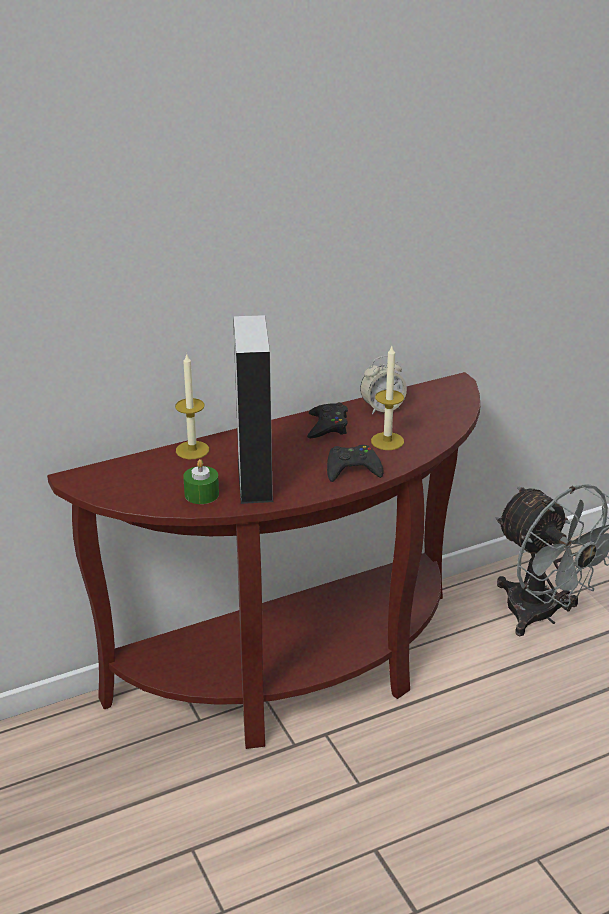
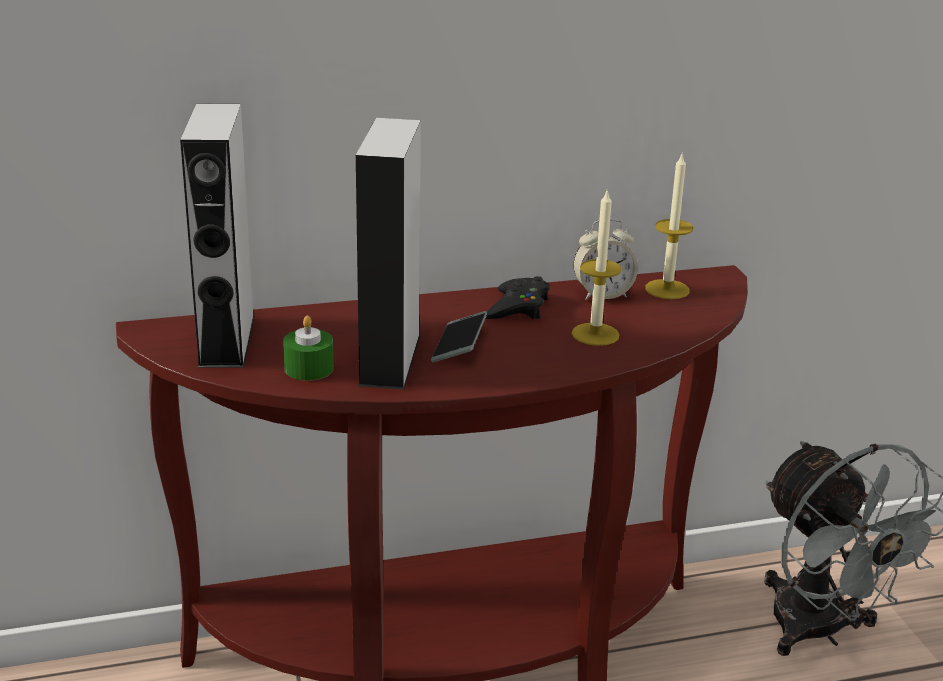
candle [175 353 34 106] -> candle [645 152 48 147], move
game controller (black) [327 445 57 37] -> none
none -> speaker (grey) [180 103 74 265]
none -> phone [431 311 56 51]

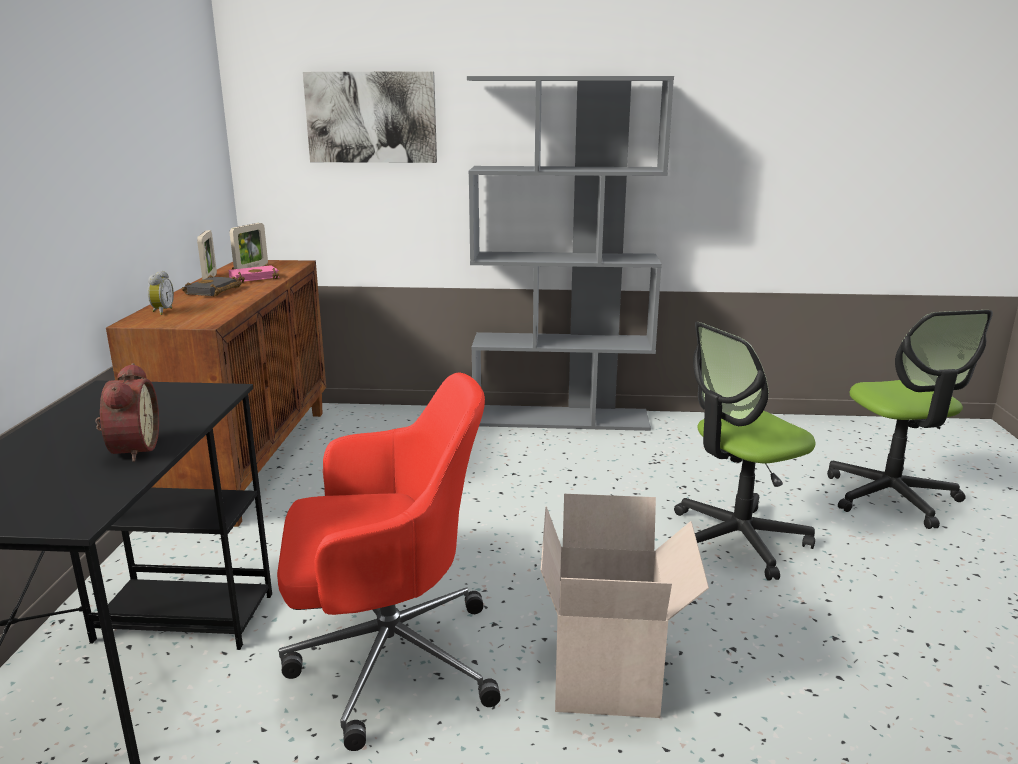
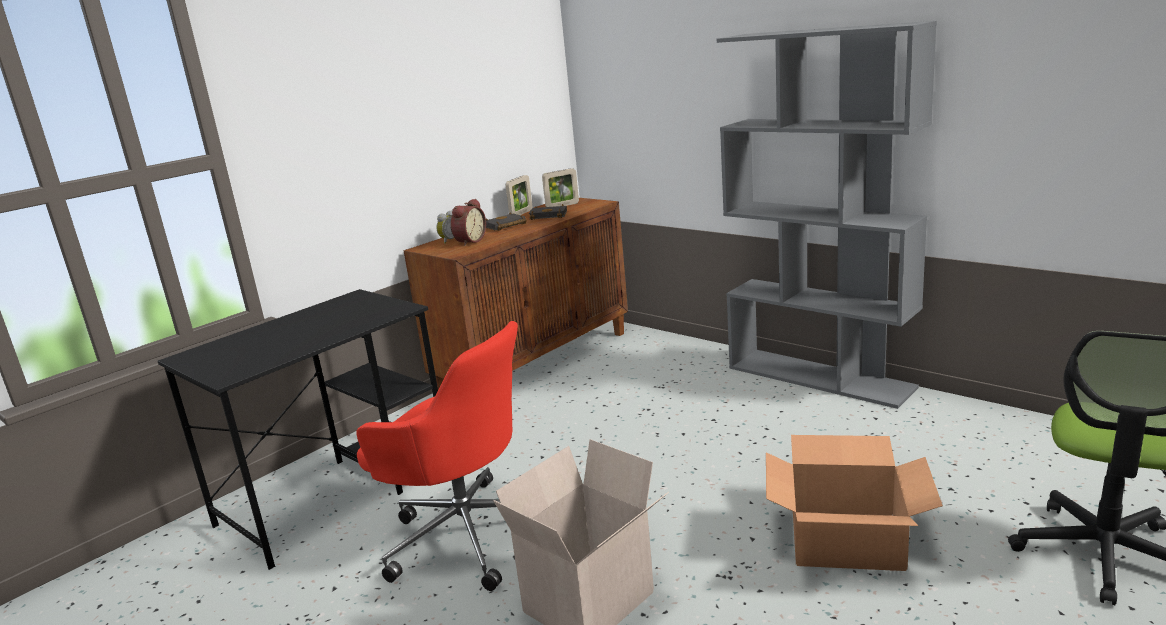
alarm clock [95 363 64 99] -> alarm clock [451 199 35 47], move
book (pink) [229 263 50 20] -> book (black) [529 204 38 16]
picture [303 72 134 91] -> none
office chair [674 322 141 258] -> cardboard box [766 435 177 136]

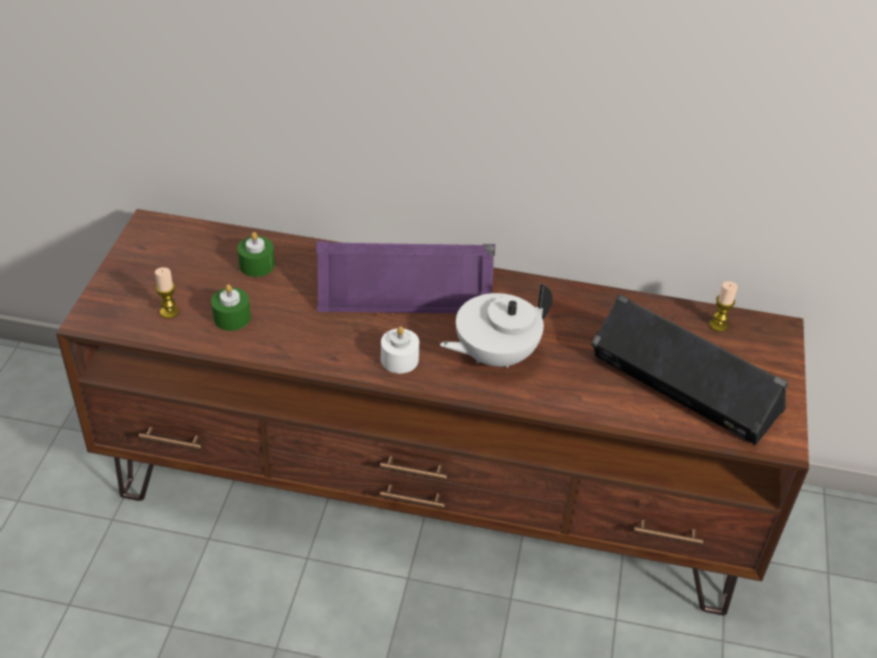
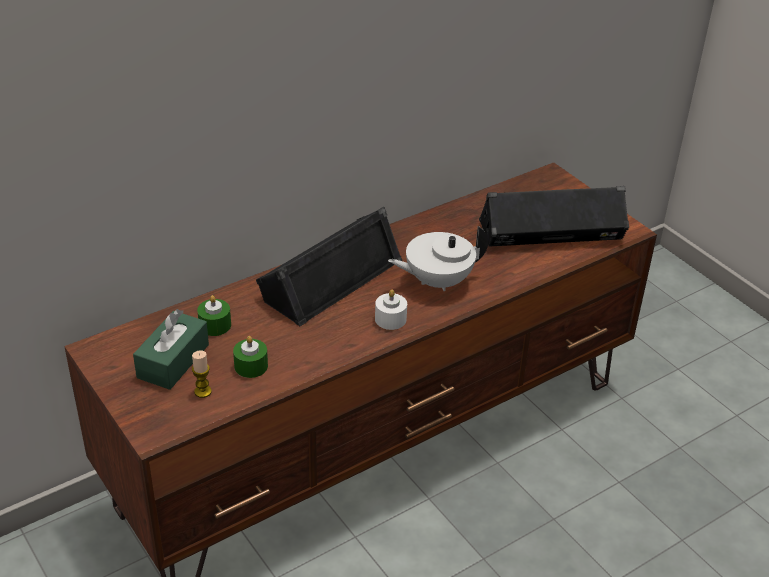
speaker (purple) [316 241 179 72] -> speaker (black) [256 207 146 119]
teapot (white) [440 283 113 85] -> teapot (white) [388 226 100 65], 60 degrees clockwise
candle [710 281 28 51] -> none
none -> tissue box (green) [133 309 76 81]

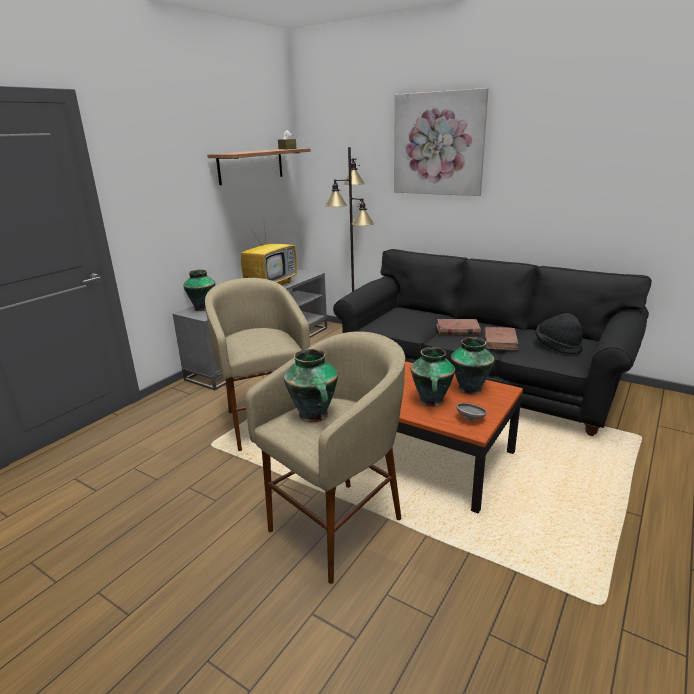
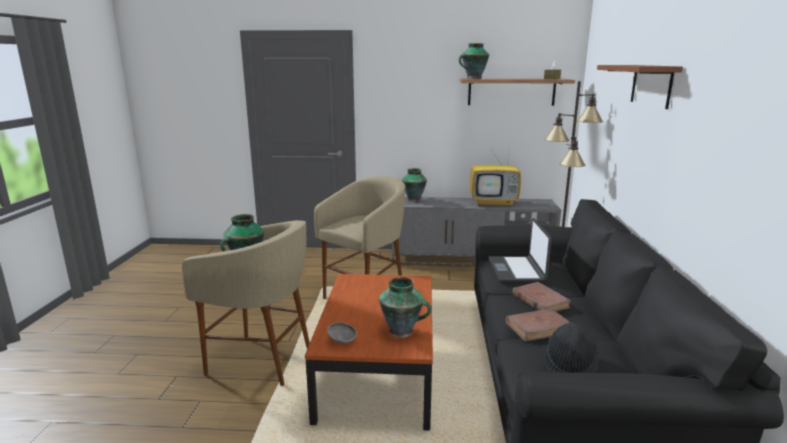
picture [394 88 94 108] -> shelf (brown) [597 65 86 44]
vase [411 347 44 60] -> vase [459 43 30 36], move
none -> laptop [488 218 64 64]

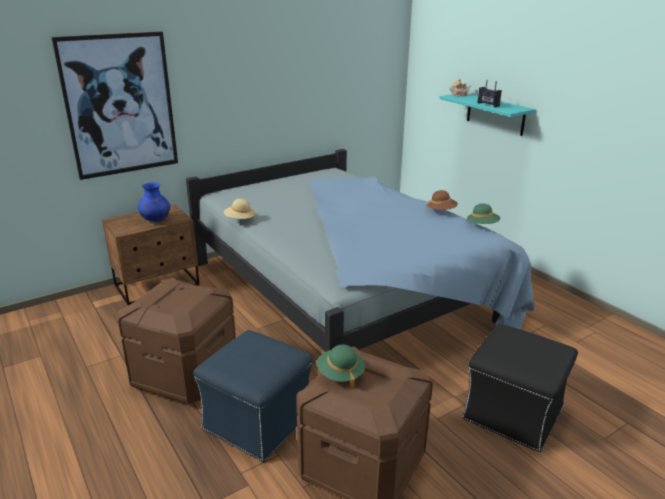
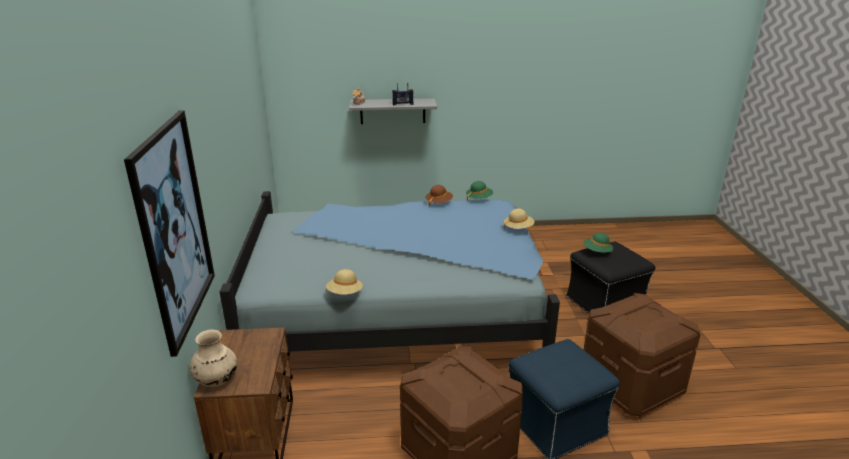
vase (blue) [138 182 32 40] -> none
hat (green) [317 344 48 44] -> hat (green) [583 233 30 20], move
shelf (turquoise) [439 94 97 42] -> shelf (grey) [349 98 88 26]
none -> vase (beige) [190 329 47 58]
none -> hat (beige) [504 209 31 21]

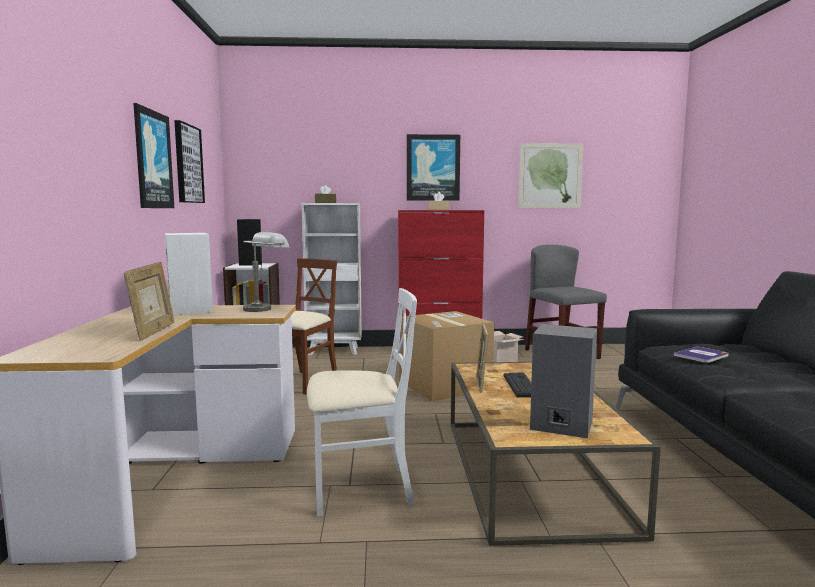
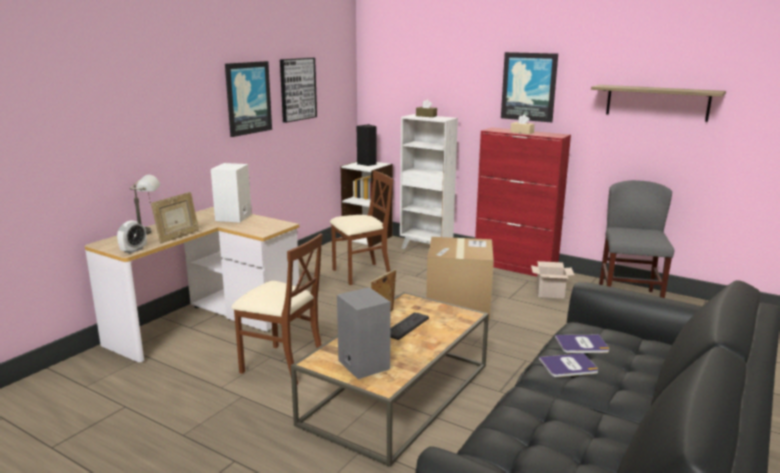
table lamp (grey) [243 232 46 80] -> table lamp (grey) [130 175 30 60], move
chair (white) [307 288 110 228] -> chair (brown) [231 233 92 152]
picture [518 143 66 65] -> shelf [591 85 135 37]
none -> alarm clock [117 220 30 34]
none -> book [539 353 59 24]

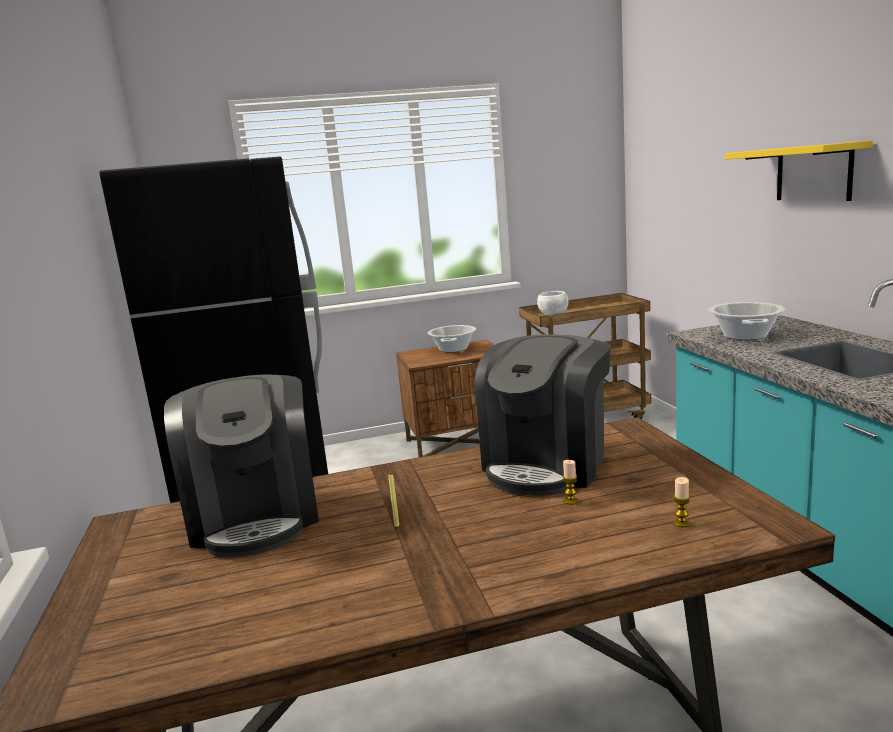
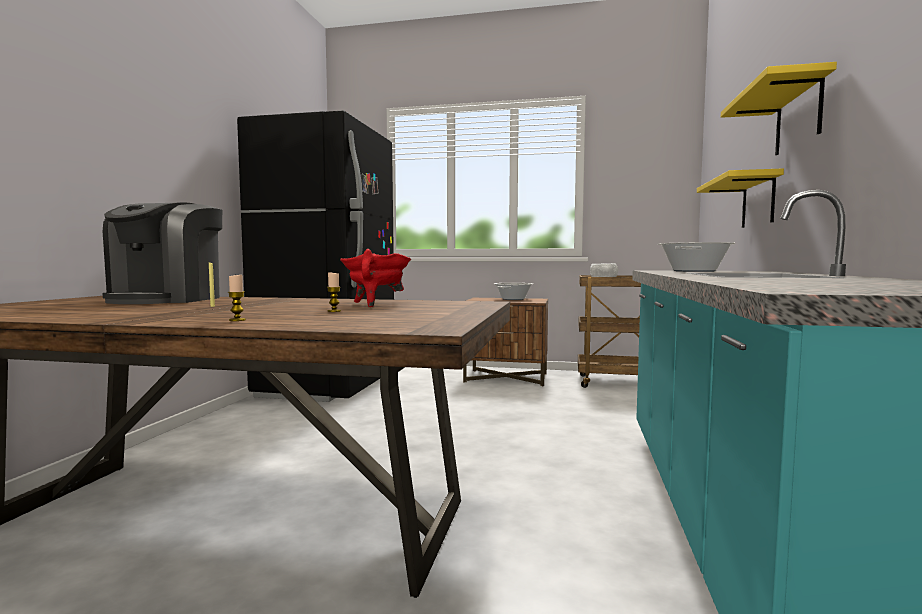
coffee machine [475 334 136 161] -> cooking pot (red) [340 249 71 58]
candle [673 477 18 50] -> candle [228 274 18 47], move
none -> shelf (yellow) [697 169 87 59]

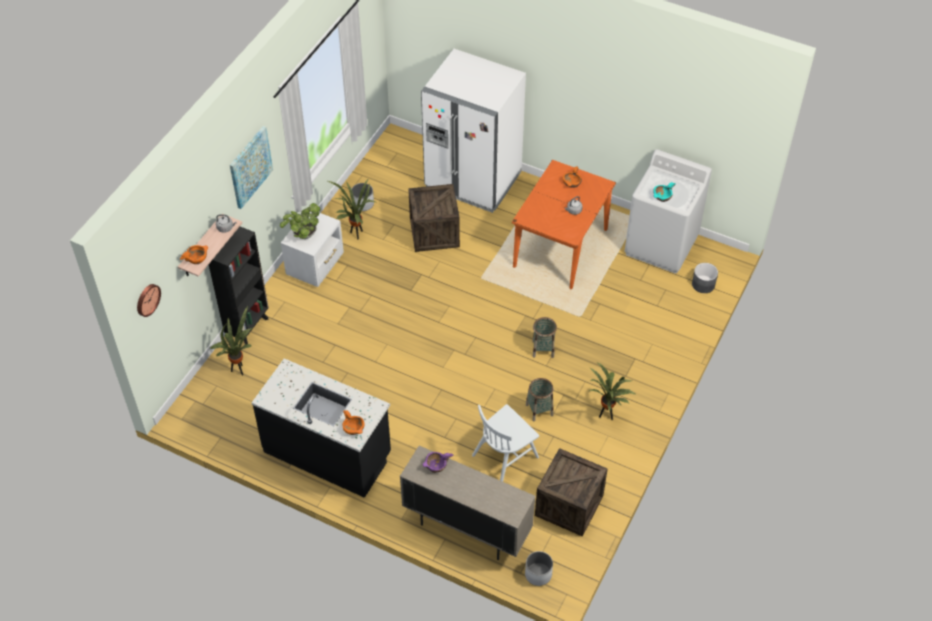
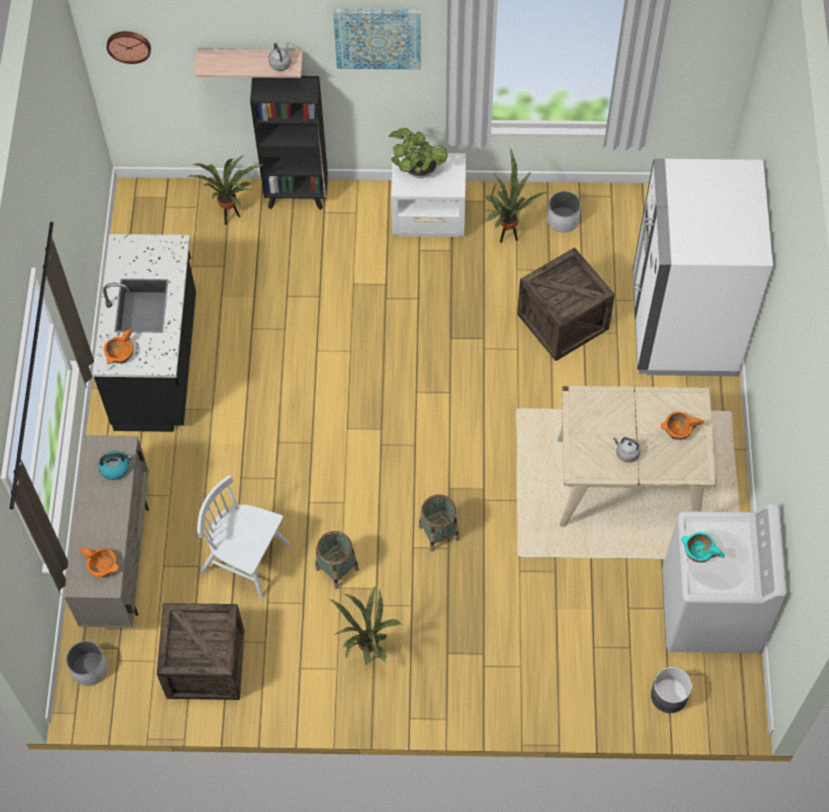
bowl (orange) [180 245 28 19] -> bowl (orange) [79 548 40 29], move
bowl (purple) [422 452 32 21] -> kettle [98 451 34 29]
dining table (orange) [512 160 104 129] -> dining table (beige) [558 386 158 141]

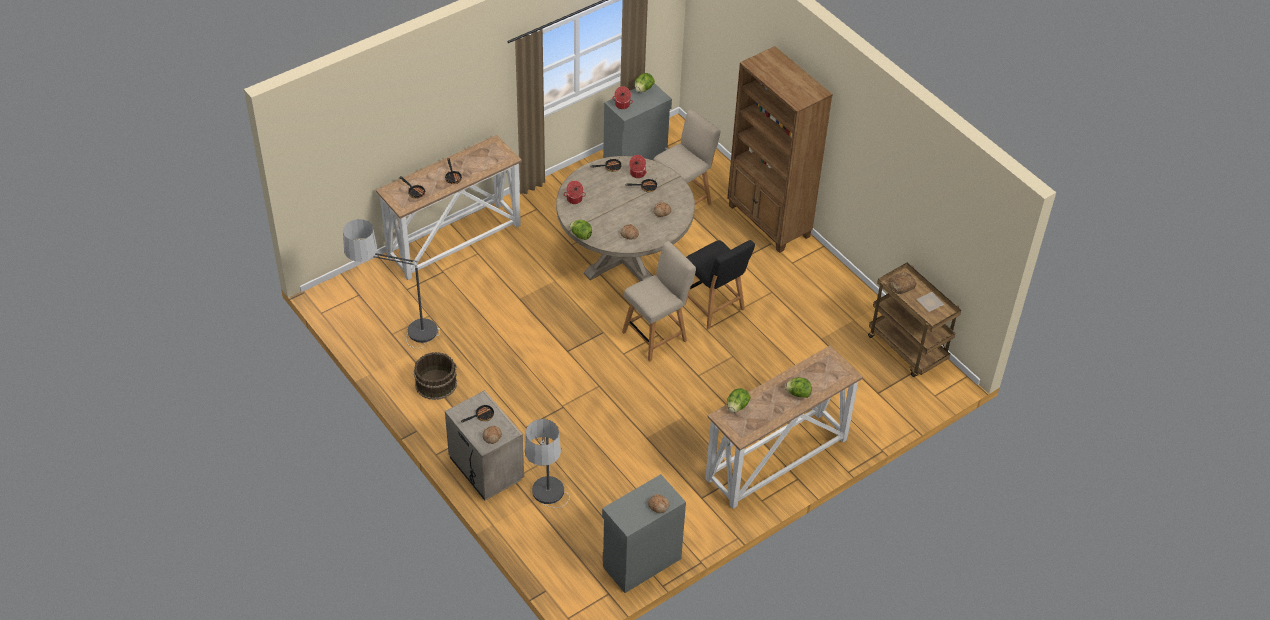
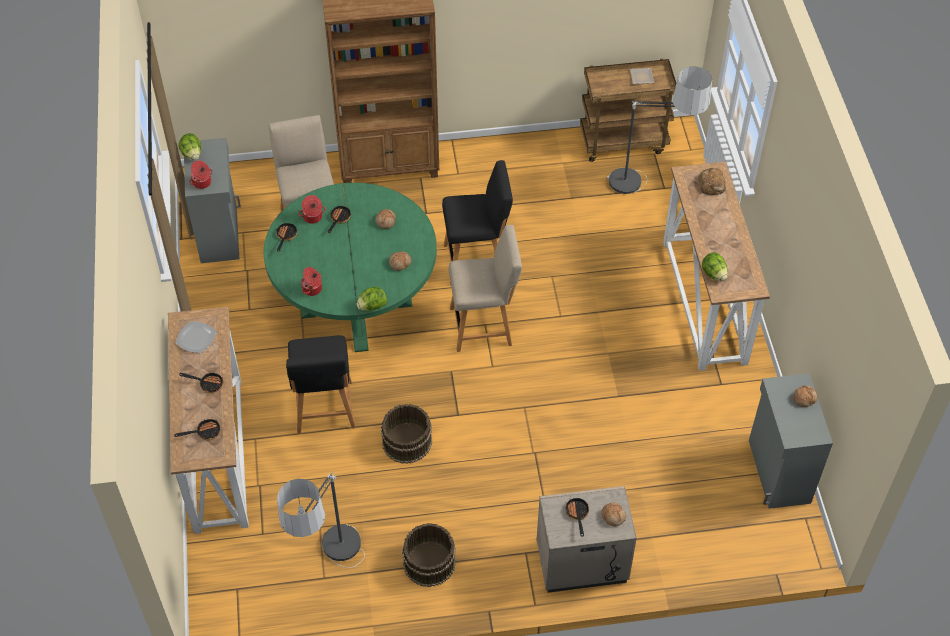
floor lamp [525 419 45 89] -> floor lamp [607 66 105 128], move
dining table (beige) [556 156 139 125] -> dining table (green) [264 183 173 169]
chair (beige) [622 241 74 120] -> chair (beige) [449 225 73 127], 90 degrees clockwise
lettuce [785 377 27 21] -> none
bread [888 272 28 22] -> bread [698 168 28 27], move
none -> plate [176 321 40 32]
none -> chair (black) [286 335 70 99]
none -> bucket (brown) [381 404 51 60]

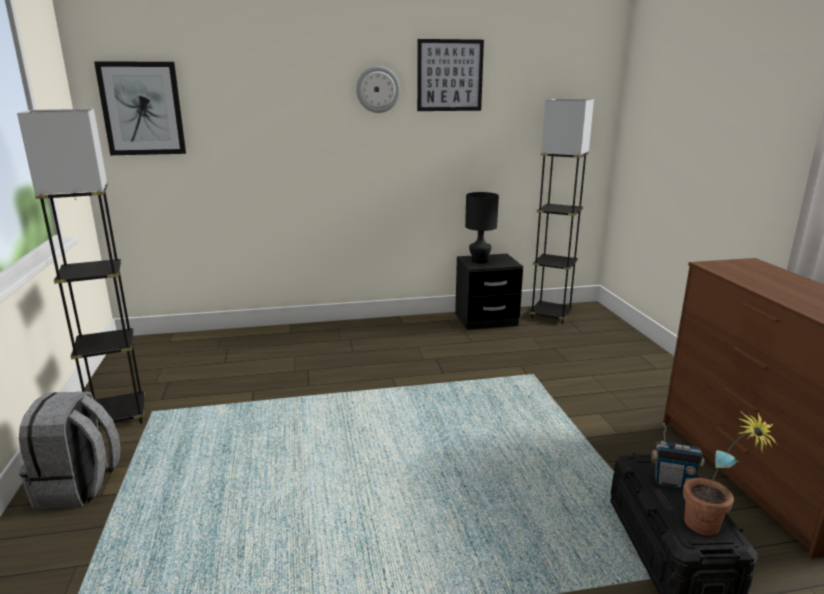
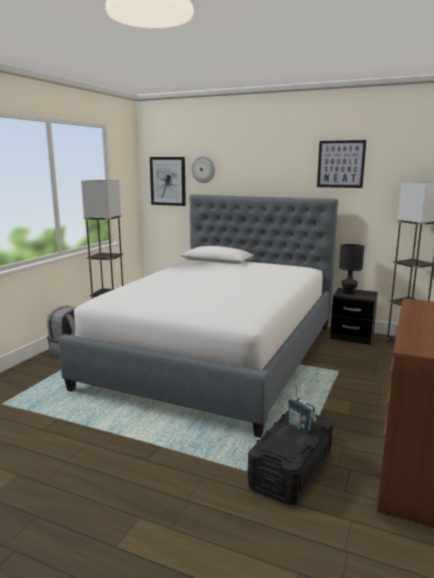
wall clock [356 66 44 47] -> wall clock [191 156 24 27], move
potted plant [683 411 96 124] -> none
none -> bed [59 194 279 244]

